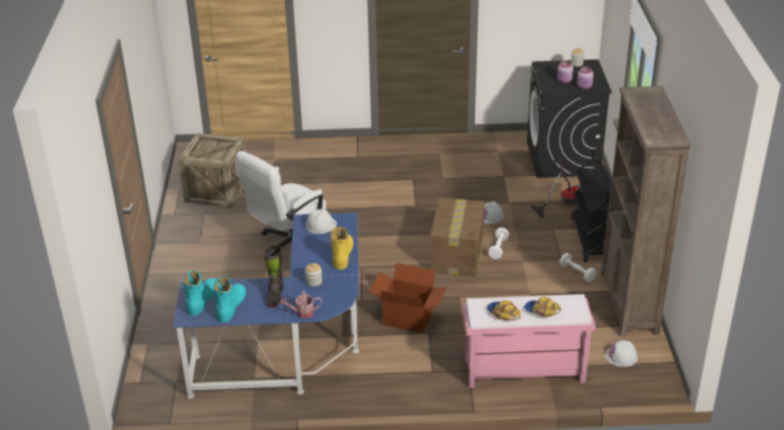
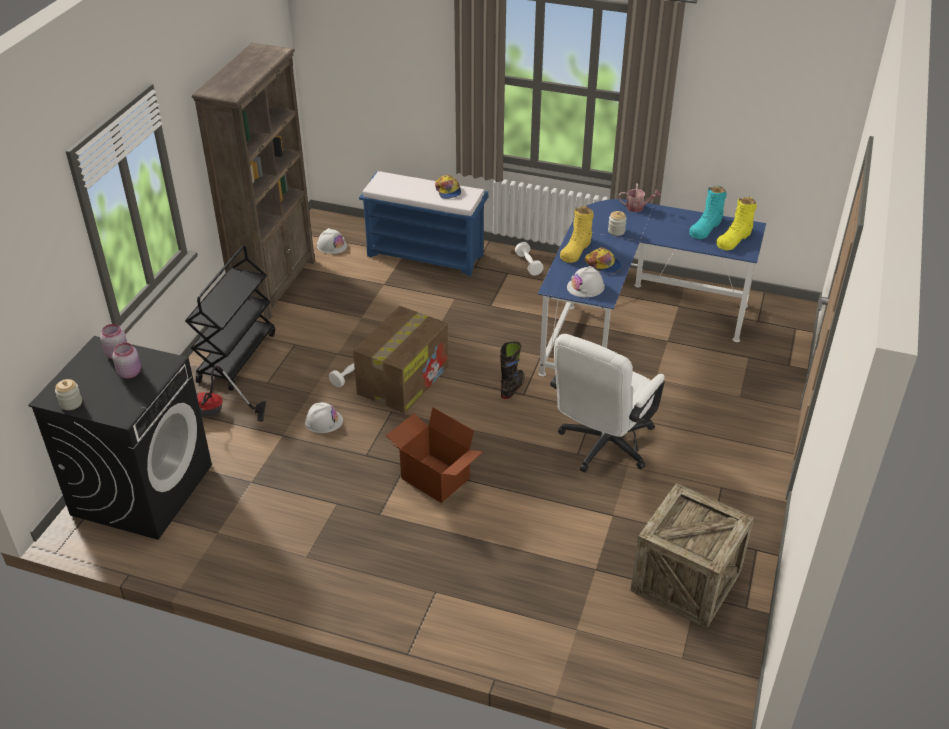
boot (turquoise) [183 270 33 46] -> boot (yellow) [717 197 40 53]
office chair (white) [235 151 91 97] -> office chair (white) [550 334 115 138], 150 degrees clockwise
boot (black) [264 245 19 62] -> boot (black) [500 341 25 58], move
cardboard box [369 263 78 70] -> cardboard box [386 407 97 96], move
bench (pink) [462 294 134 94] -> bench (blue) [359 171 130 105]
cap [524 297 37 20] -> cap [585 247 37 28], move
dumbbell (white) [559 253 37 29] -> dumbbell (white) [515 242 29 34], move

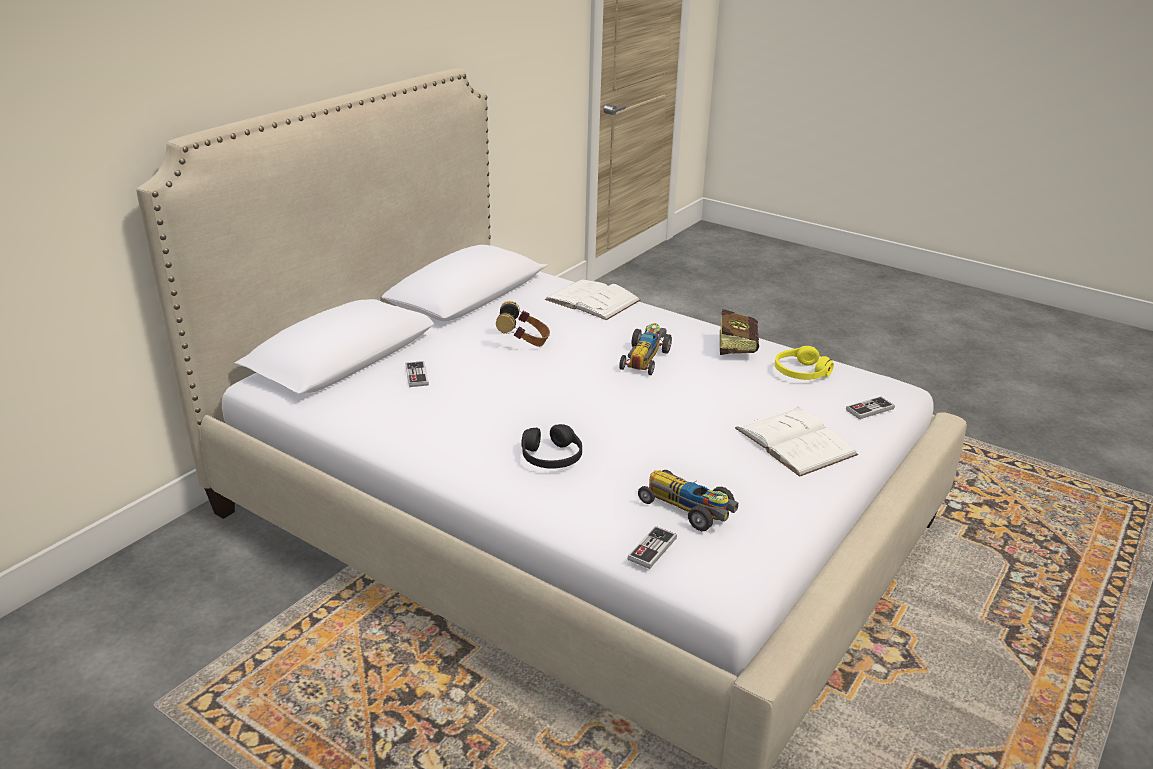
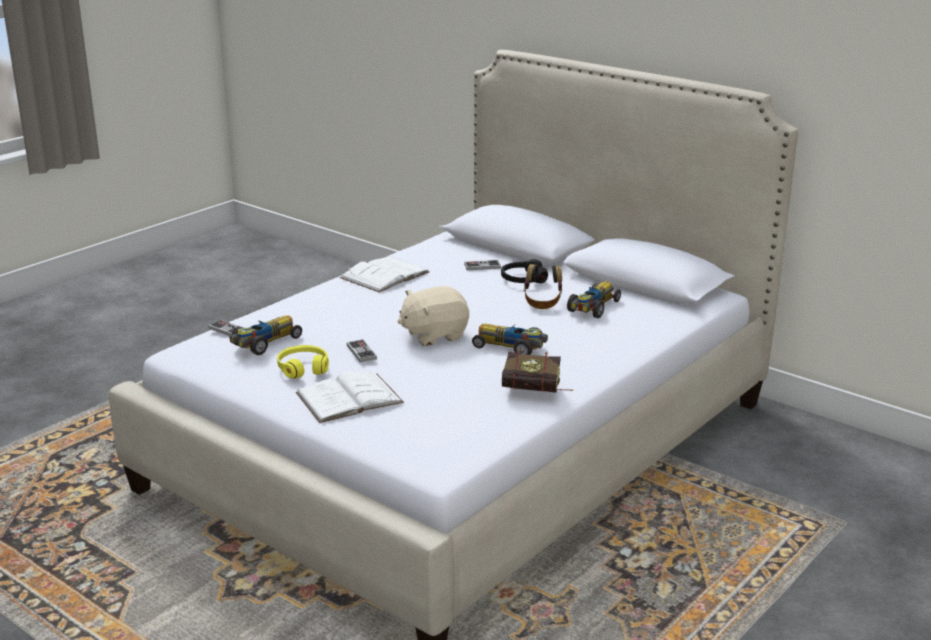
headphones (black) [521 424 61 45] -> headphones (black) [501 259 47 24], move
book (white) [545 279 96 41] -> book (white) [340 257 90 35], move
headphones (yellow) [775 346 59 34] -> headphones (yellow) [277 345 52 34], move
game controller [846 396 49 23] -> game controller [347 340 30 22], move
none -> plush toy (beige) [398 286 71 60]
none -> toy car [567 281 54 37]

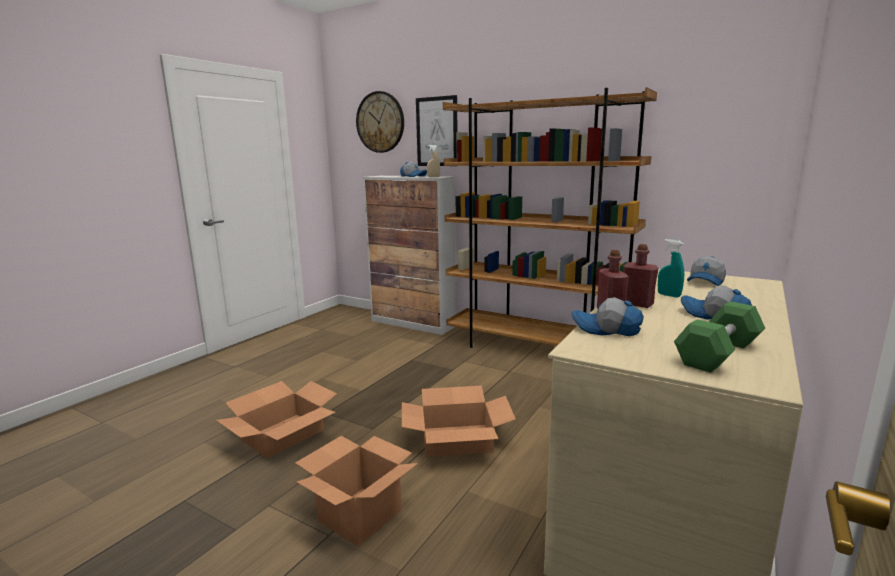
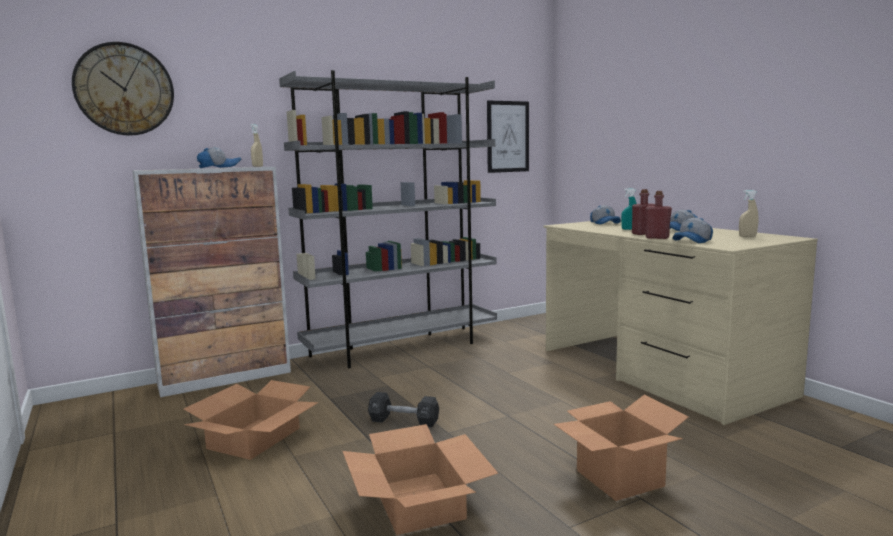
cardboard box [402 386 114 71] -> cardboard box [184 380 135 80], move
picture [416 95 41 71] -> picture [487 100 42 73], move
bookcase (brown) [443 87 214 261] -> bookcase (grey) [279 70 218 298]
dumbbell (green) [674 301 91 72] -> spray bottle (beige) [739 190 19 47]
none -> dumbbell (black) [368 392 71 36]

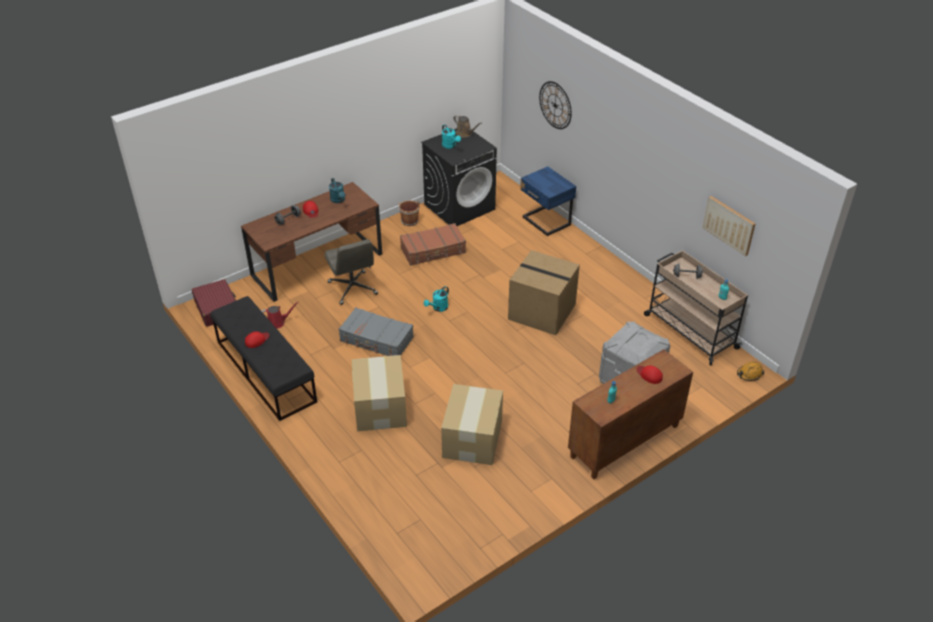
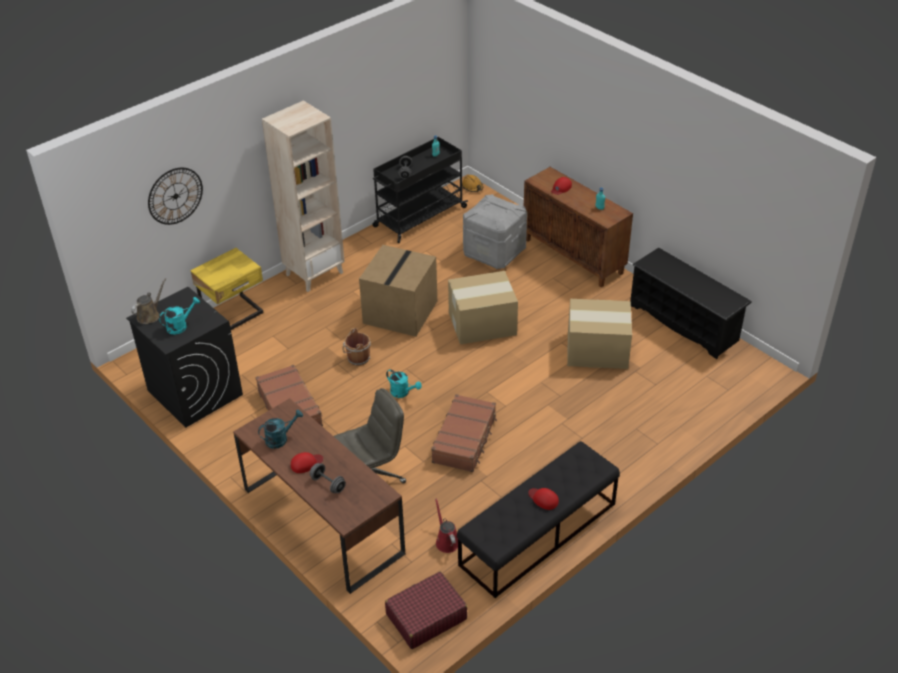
suitcase (grey) [339 307 75 49] -> suitcase (brown) [431 394 66 78]
cardboard box [352 355 55 76] -> cardboard box [448 271 70 74], move
bucket (brown) [398 200 22 26] -> bucket (brown) [342 328 29 38], move
nightstand (blue) [520 166 56 70] -> nightstand (yellow) [191 248 72 82]
cart (beige) [644 250 104 116] -> cart (black) [372 137 96 106]
picture [703 196 53 60] -> none
none -> bookcase (beige) [262 100 83 192]
none -> shoe rack (black) [630 248 122 111]

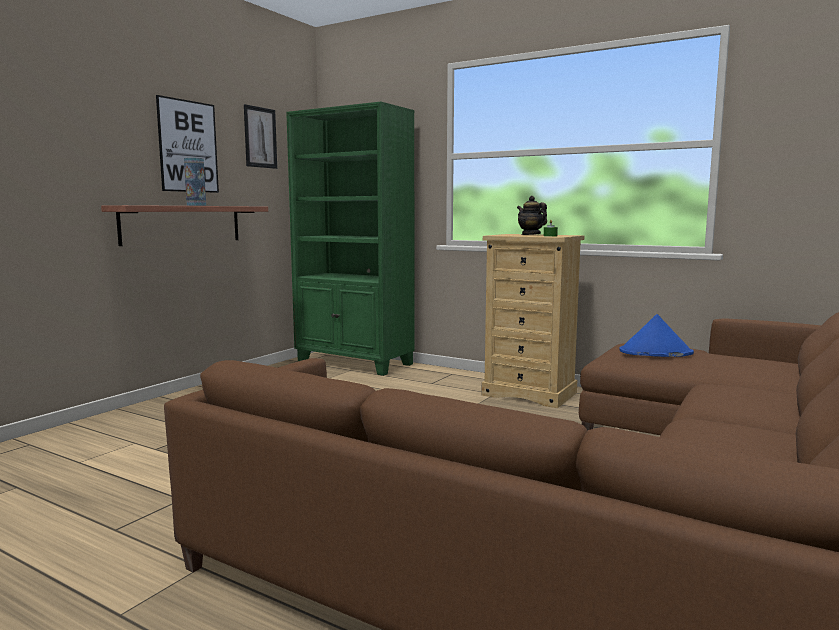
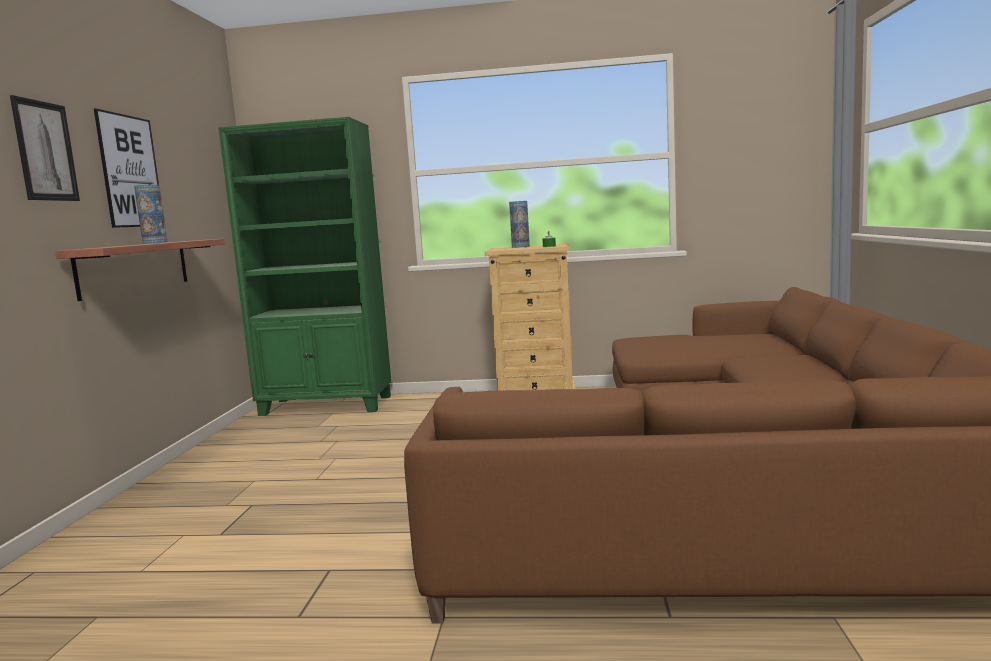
picture [244 104 33 65] -> picture [10 95 70 106], move
teapot [517 196 30 39] -> vase [509 201 21 47]
hat (blue) [619 314 75 43] -> none

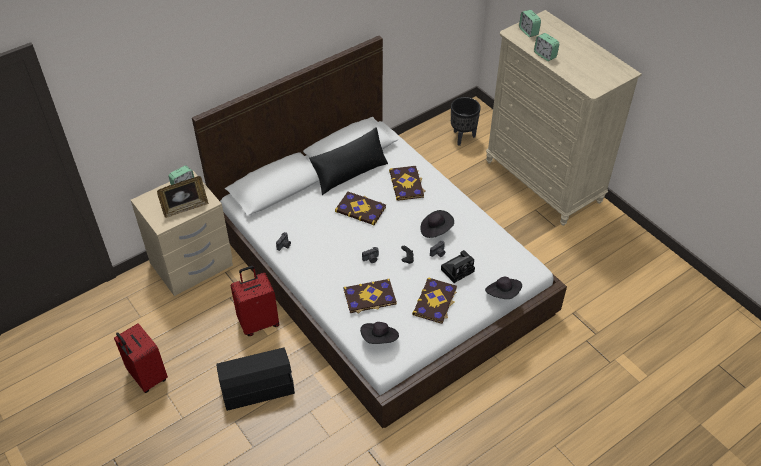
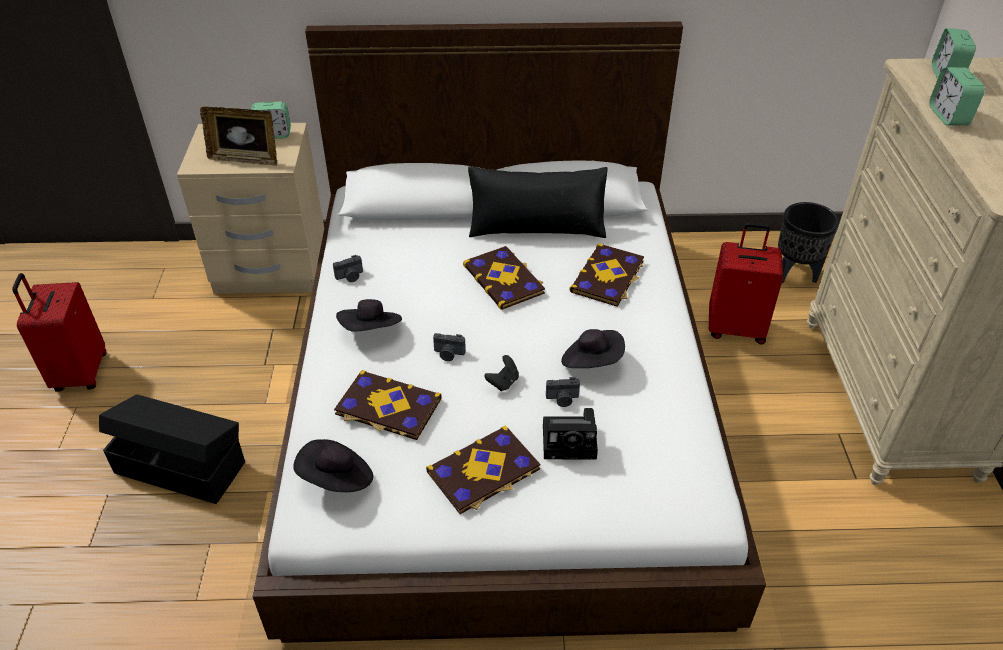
suitcase (red) [231 266 49 70] -> suitcase (red) [709 223 74 121], move
hat (black) [485 277 37 22] -> hat (black) [336 299 66 33], move

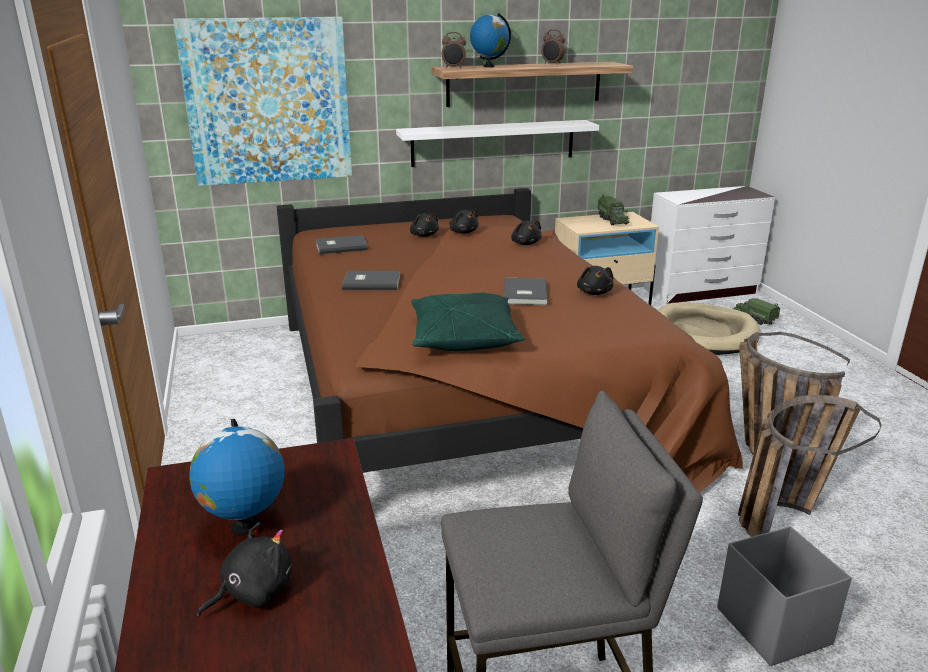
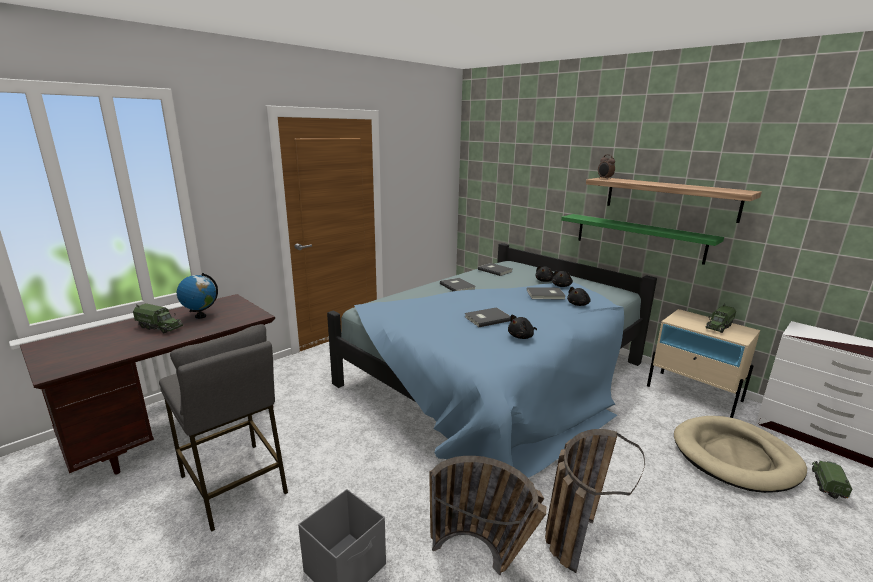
picture [173 17 179 169] -> none
plush toy (black) [197 522 95 94] -> toy truck [133 303 50 30]
bed (brown) [277 188 466 305] -> bed (blue) [327 243 330 235]
shelf (white) [396 120 203 47] -> shelf (green) [561 214 163 51]
pillow (green) [411 292 113 59] -> none
globe [470 13 41 54] -> none
alarm clock [541 30 24 35] -> none
none -> book (grey) [527 287 39 12]

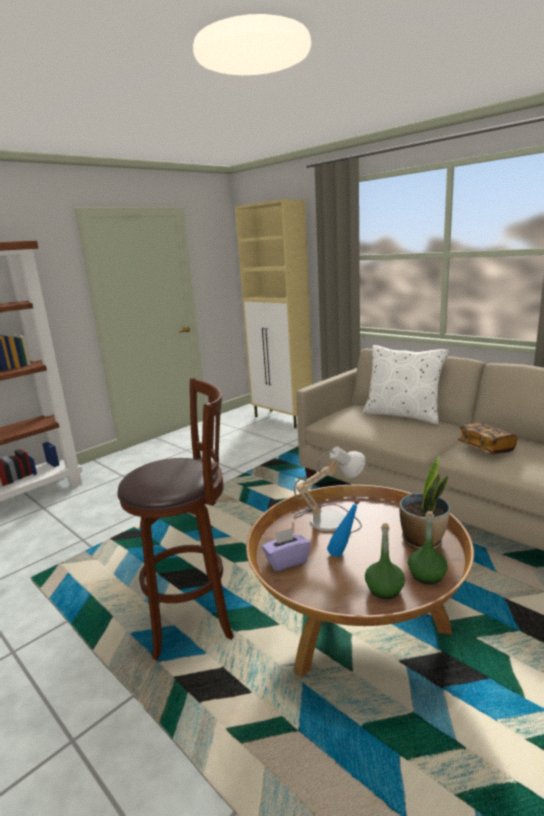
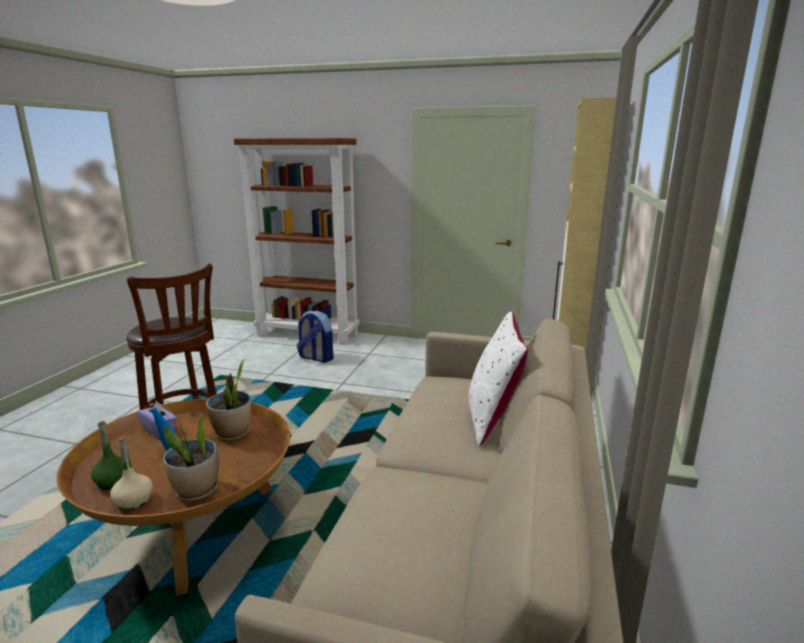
table lamp [293 447 73 88] -> potted plant [206 359 45 82]
bottle (green) [408 511 40 73] -> bottle (beige) [110 437 43 73]
book [458 423 59 31] -> none
none -> backpack [297 311 37 52]

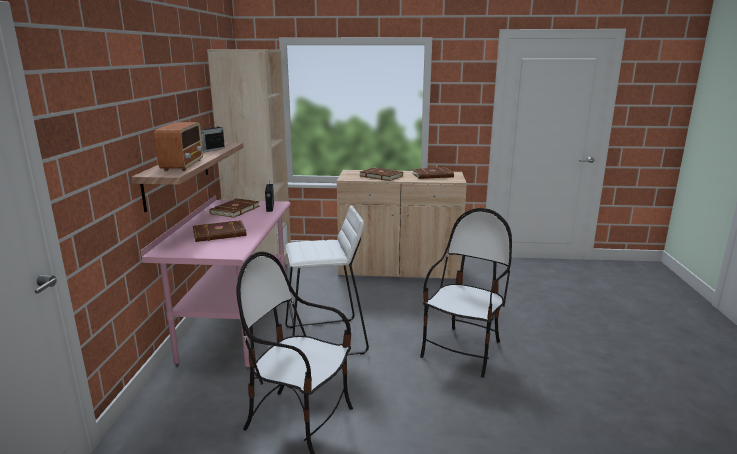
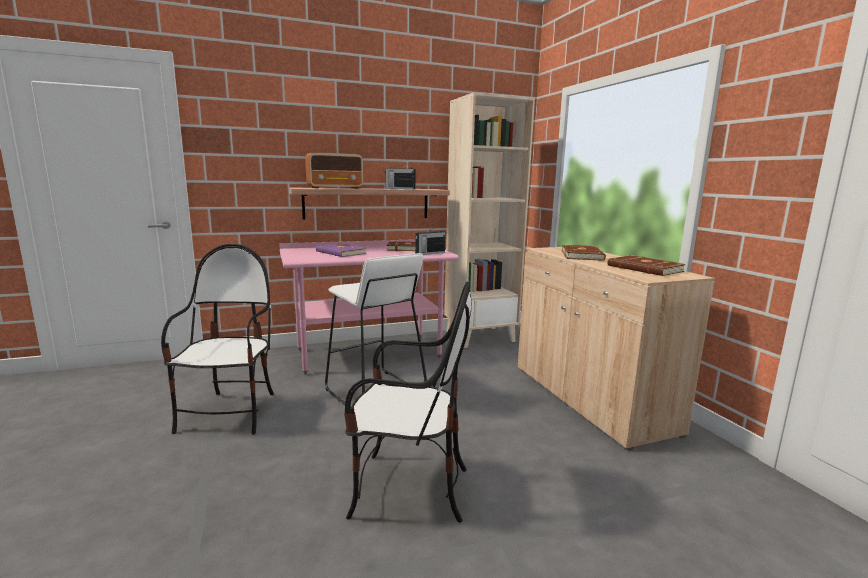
book (brown) [193 220 54 22] -> book (purple) [316 243 51 14]

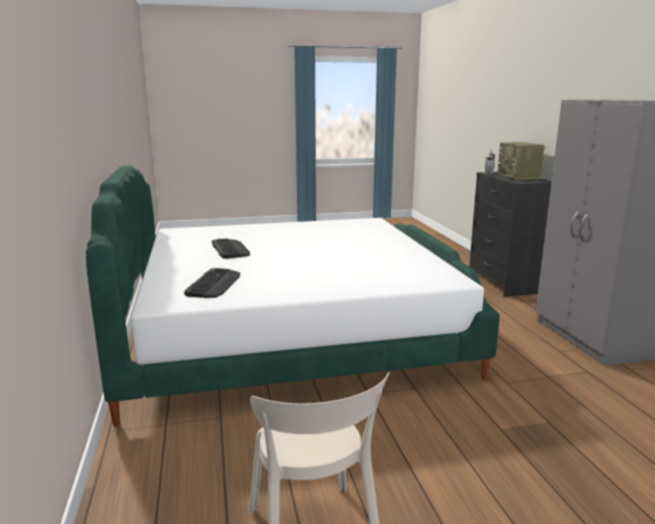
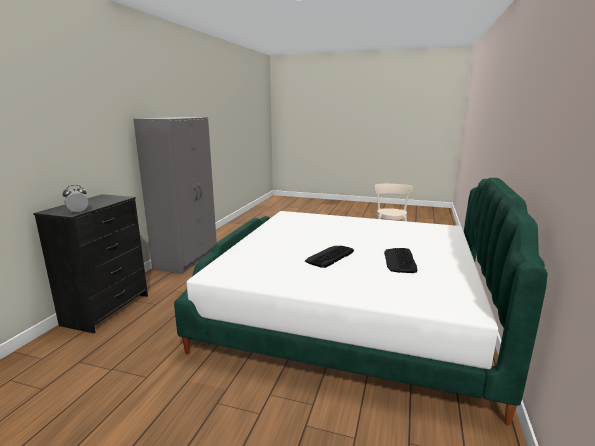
keyboard [184 268 56 30] -> keyboard [305 246 49 22], move
radio [497 142 48 38] -> none

